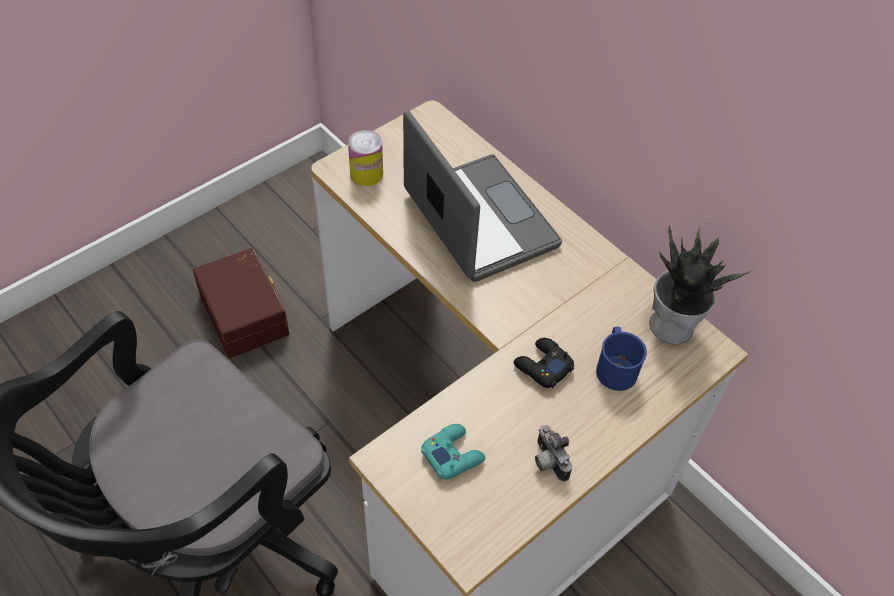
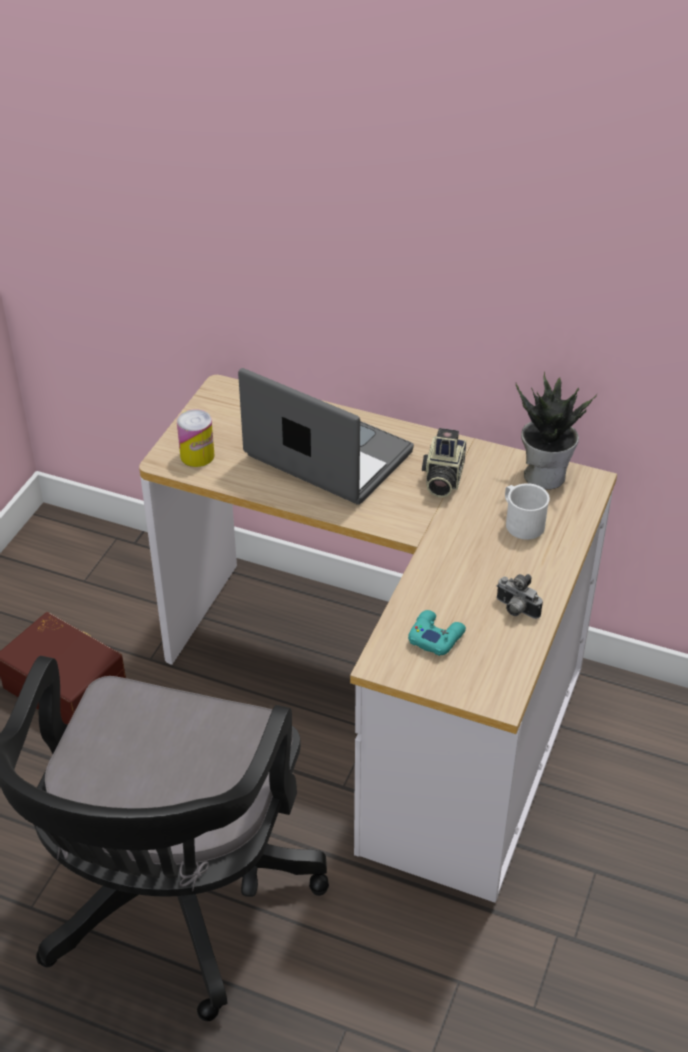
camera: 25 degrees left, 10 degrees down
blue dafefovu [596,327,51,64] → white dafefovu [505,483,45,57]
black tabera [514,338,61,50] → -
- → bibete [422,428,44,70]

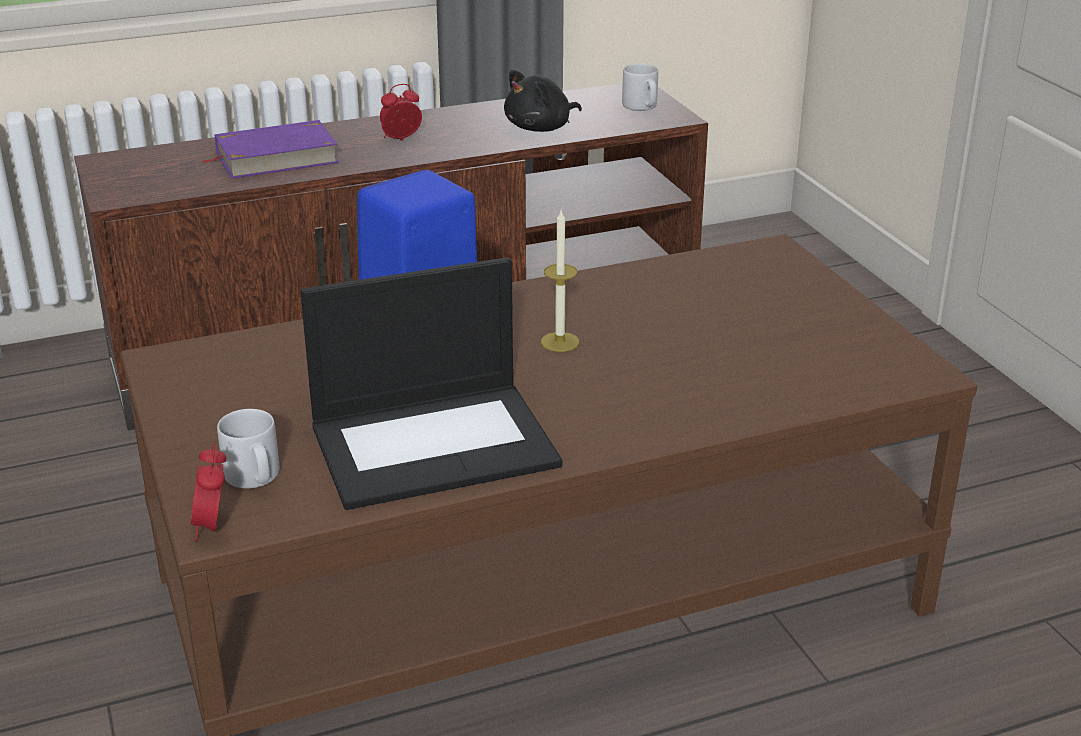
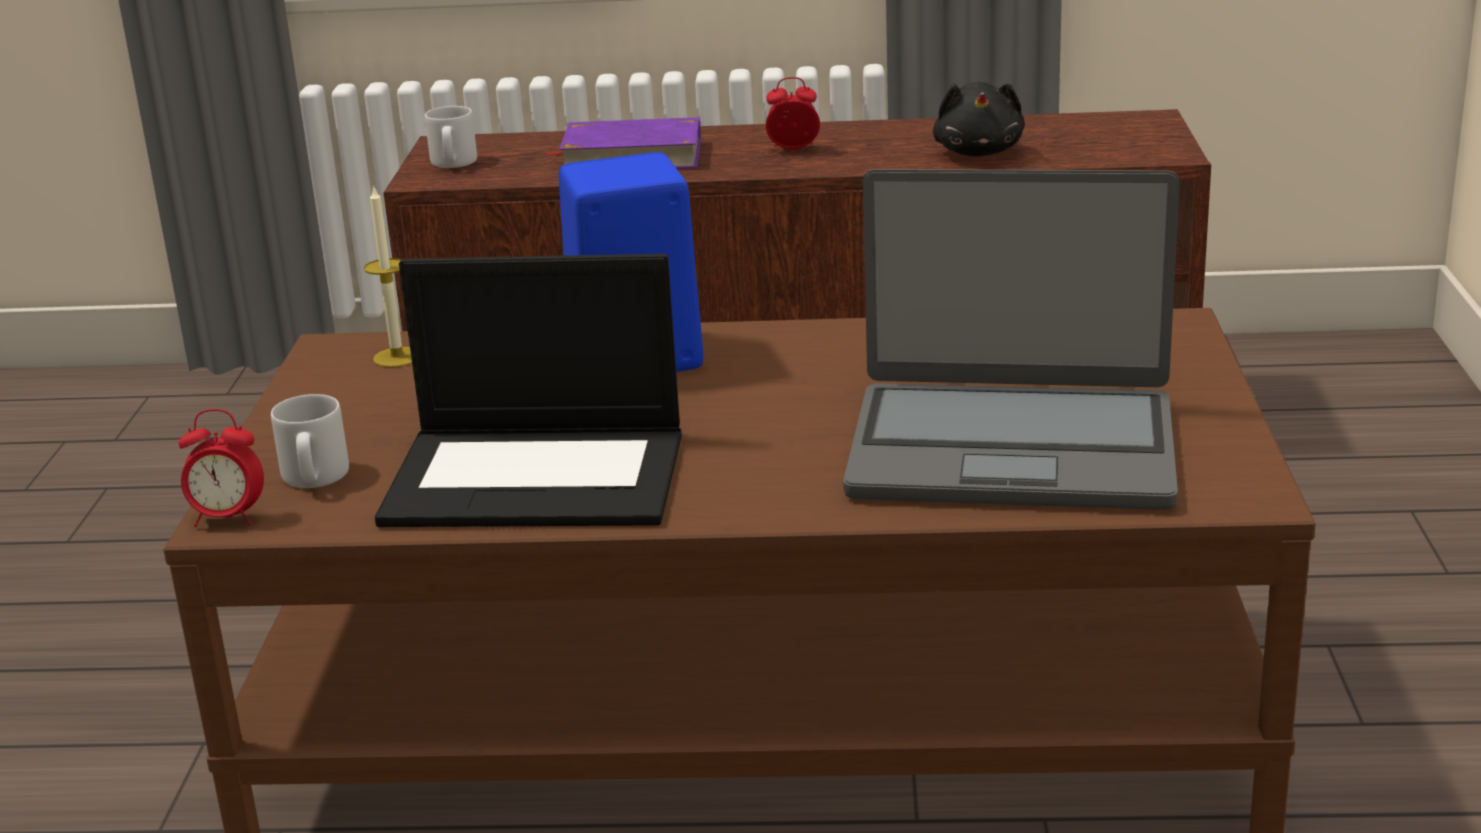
camera: 25 degrees right, 5 degrees down
grey dafefovu [622,63,36,48] → grey dafefovu [425,106,52,62], moved
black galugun [504,70,78,62] → black galugun [933,82,92,75], 75 degrees counterclockwise
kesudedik [541,210,38,142] → kesudedik [364,185,48,182], moved
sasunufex [191,442,35,99] → sasunufex [179,409,85,118], 105 degrees counterclockwise
- → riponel [843,169,337,341]

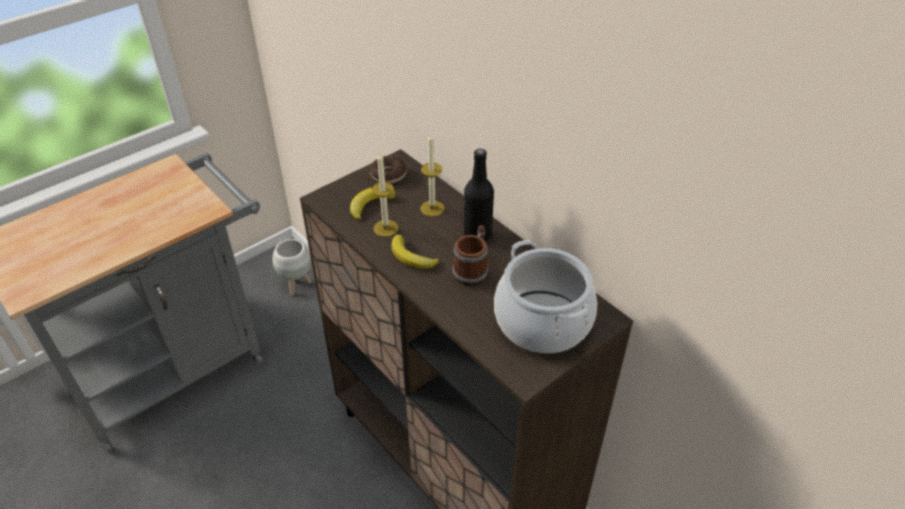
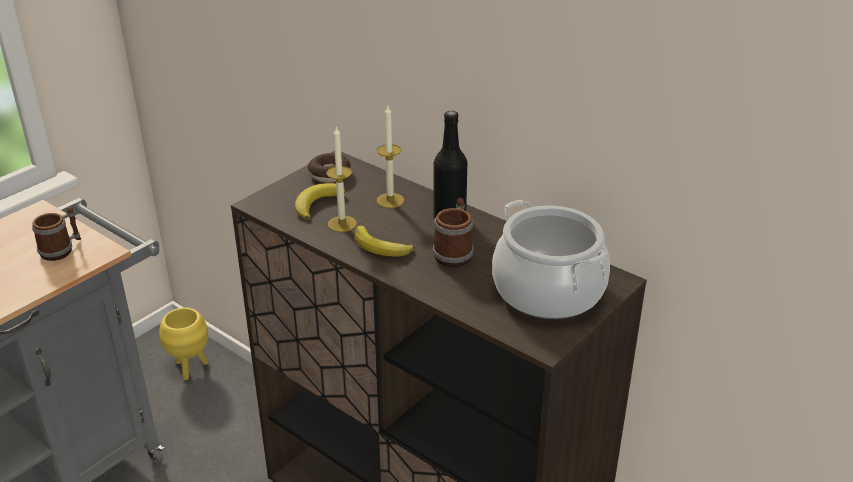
camera: 10 degrees left, 10 degrees down
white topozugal [273,239,39,56] → yellow topozugal [159,307,49,73]
- → dafefovu [32,207,49,54]

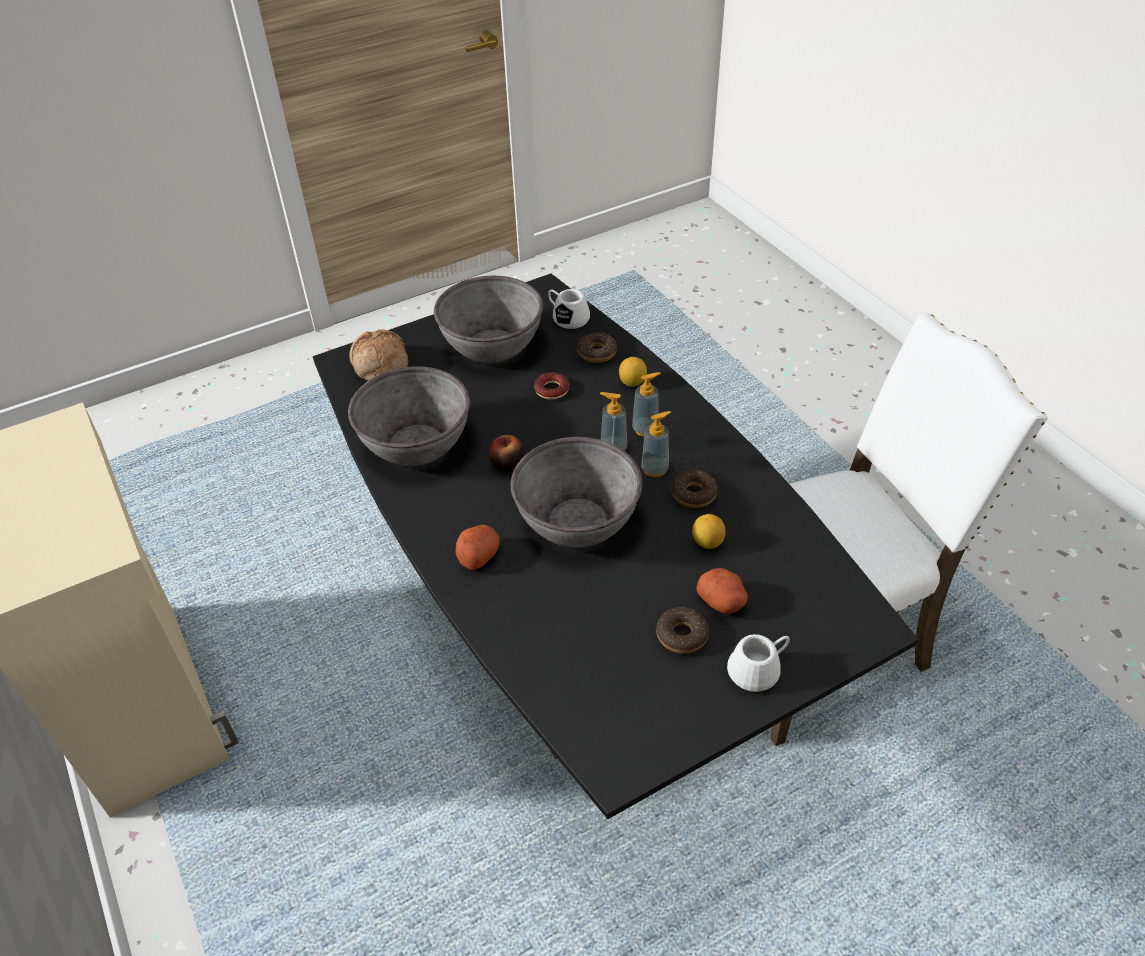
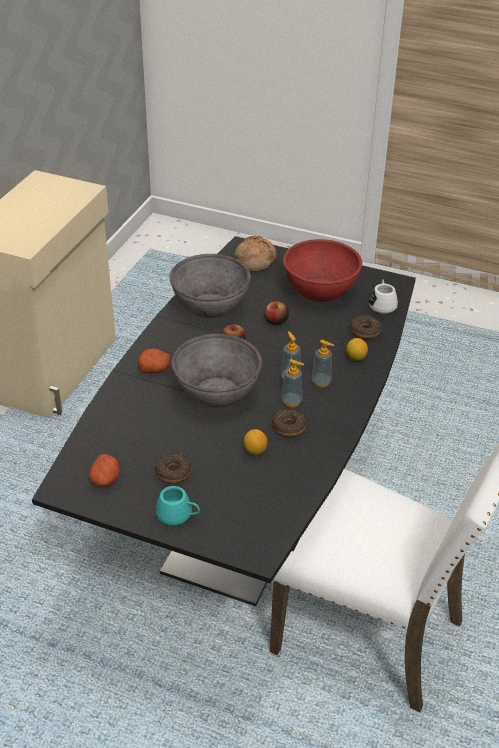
camera: 50 degrees right, 5 degrees down
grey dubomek [434,276,109,88] → red dubomek [283,239,79,63]
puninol [534,372,36,28] → -
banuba [696,568,52,46] → banuba [89,454,31,33], moved
white dafefovu [727,634,63,58] → turquoise dafefovu [155,486,45,40]
- → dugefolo [264,301,25,24]

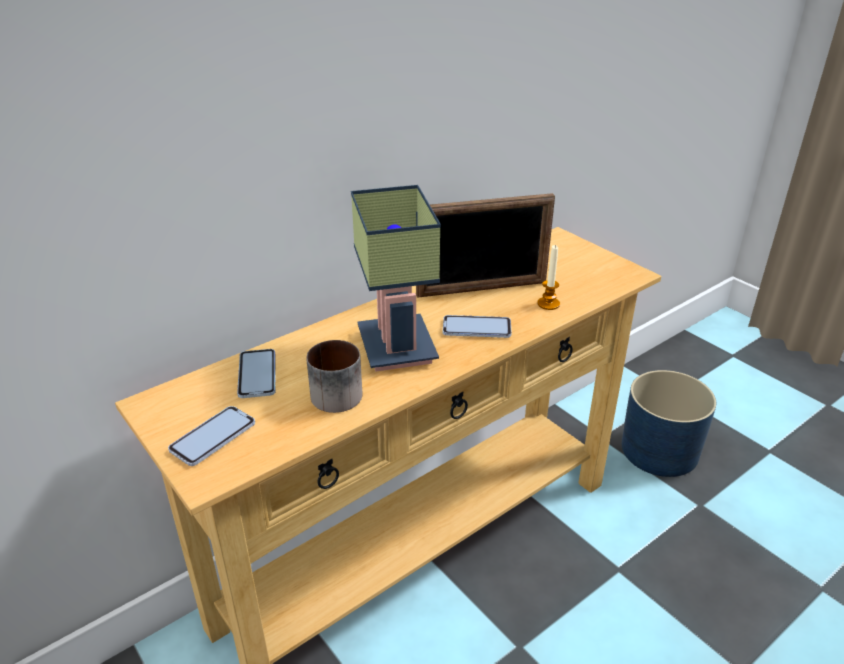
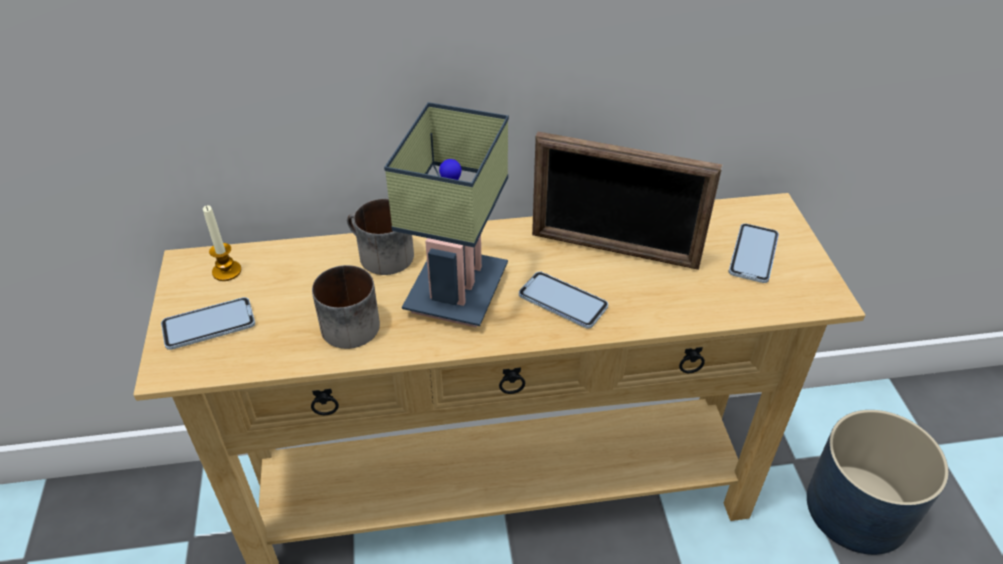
camera: 30 degrees right, 10 degrees up
kesudedik [537,245,23,65] → kesudedik [203,205,38,76], moved
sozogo [237,349,39,49] → sozogo [729,223,50,60], moved
- → dafefovu [347,199,67,76]

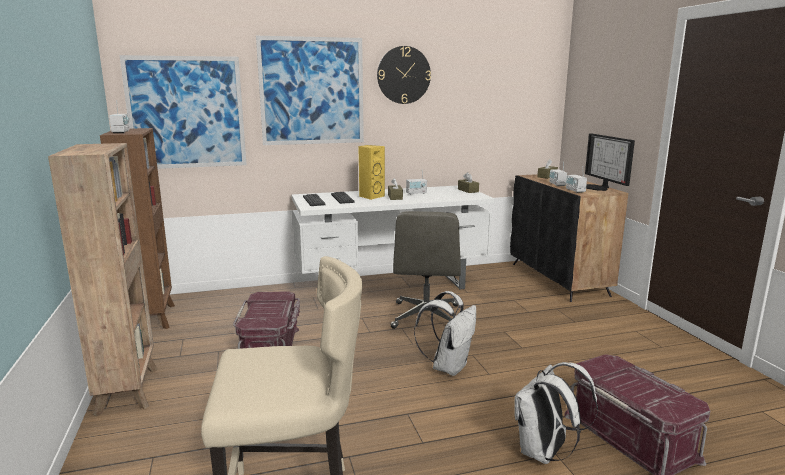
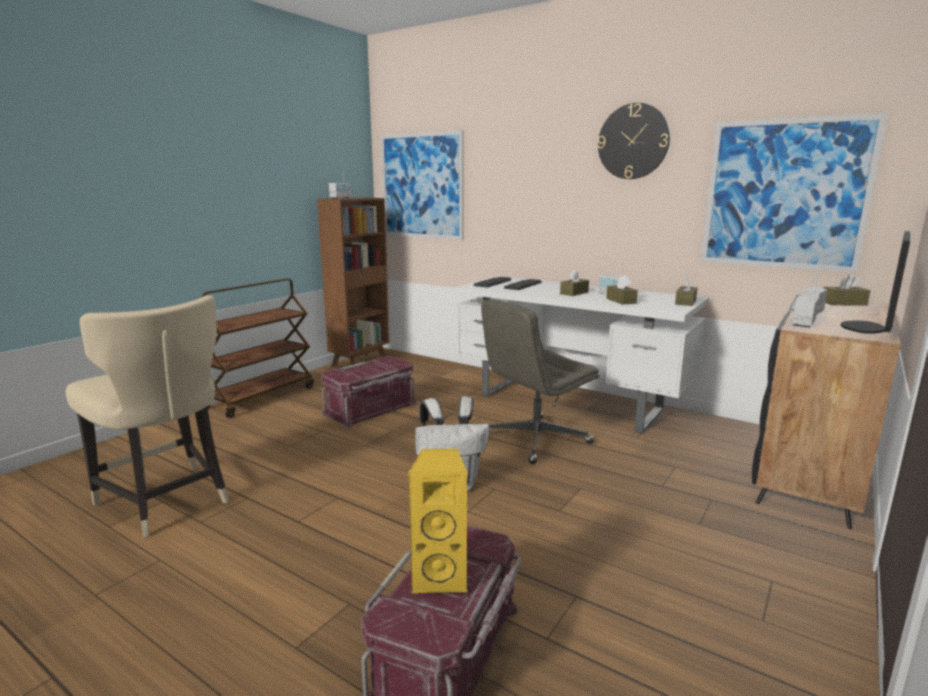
camera: 50 degrees right, 0 degrees up
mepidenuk [256,36,108,109] → mepidenuk [701,113,187,160], moved
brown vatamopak [48,143,110,273] → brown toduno [202,278,112,140]
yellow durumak [358,145,27,55] → yellow durumak [408,449,60,144], moved
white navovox [514,362,84,102] → -
- → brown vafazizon [606,275,32,30]

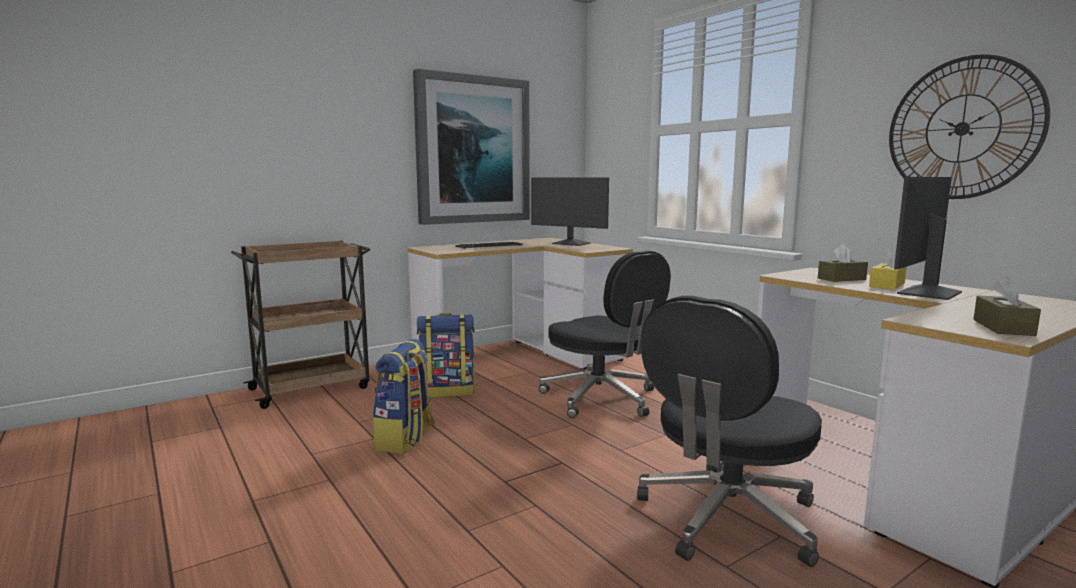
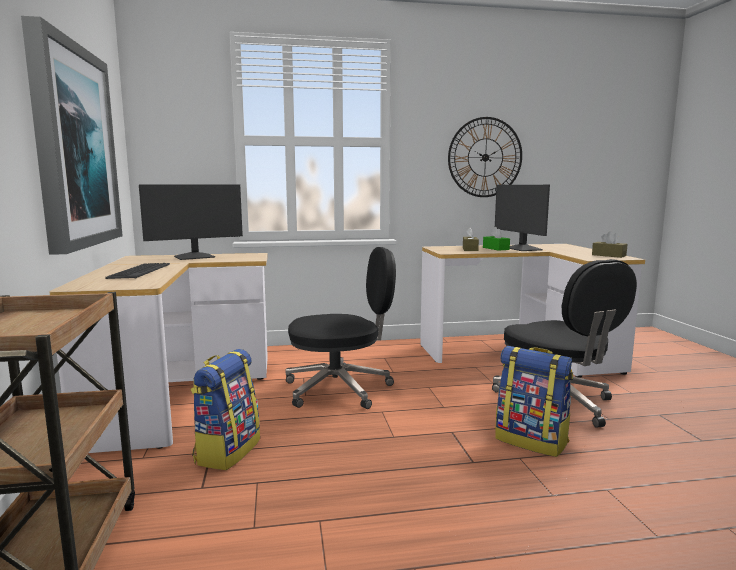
camera: 65 degrees left, 0 degrees up
yellow vafazizon [869,248,38,42] → green vafazizon [483,227,27,24]
navovox [373,339,63,114] → navovox [495,346,78,111], moved

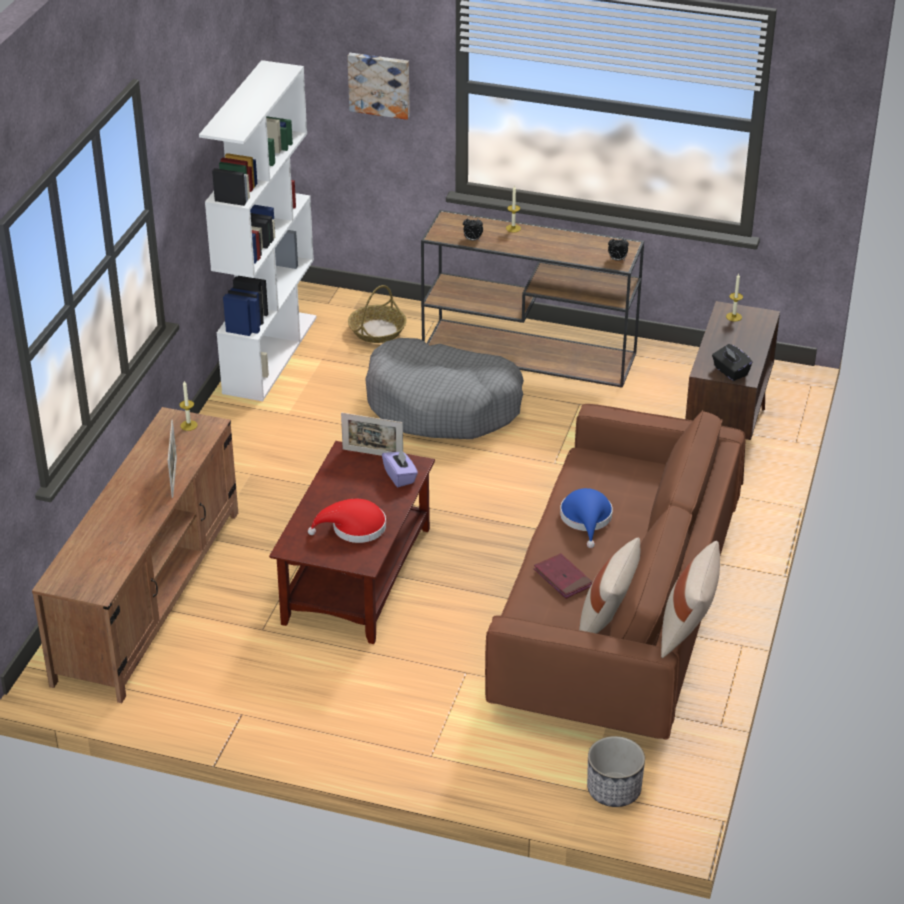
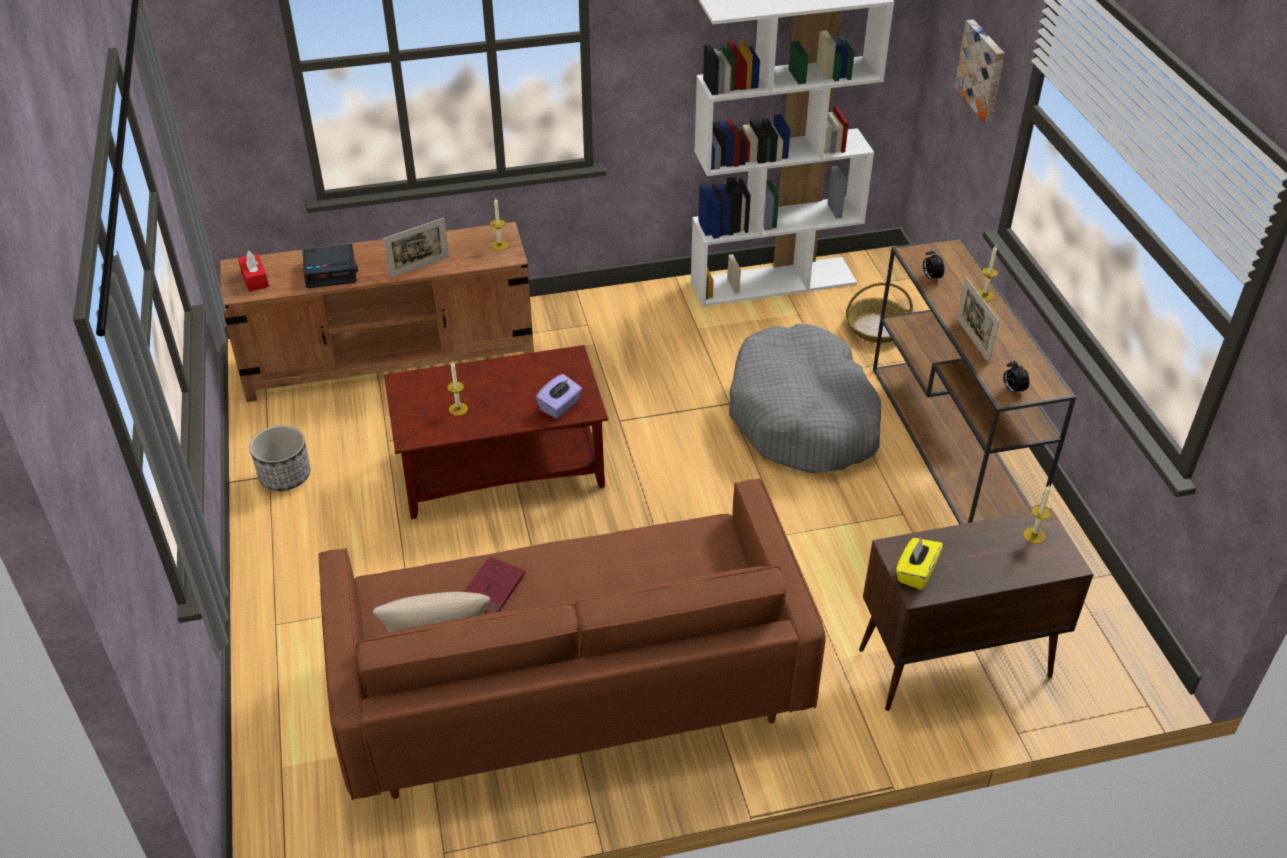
camera: 60 degrees right, 5 degrees up
black vafazizon [712,344,40,37] → yellow vafazizon [896,538,47,52]
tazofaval [341,413,62,43] → tazofaval [957,277,43,86], moved
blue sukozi [560,488,53,60] → -
red sukozi [308,499,78,44] → kesudedik [447,361,21,55]
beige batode [661,541,59,117] → -
topozugal [587,736,58,71] → topozugal [249,425,61,66], moved
- → sasunufex [303,244,55,44]
- → red vafazizon [238,251,31,41]

